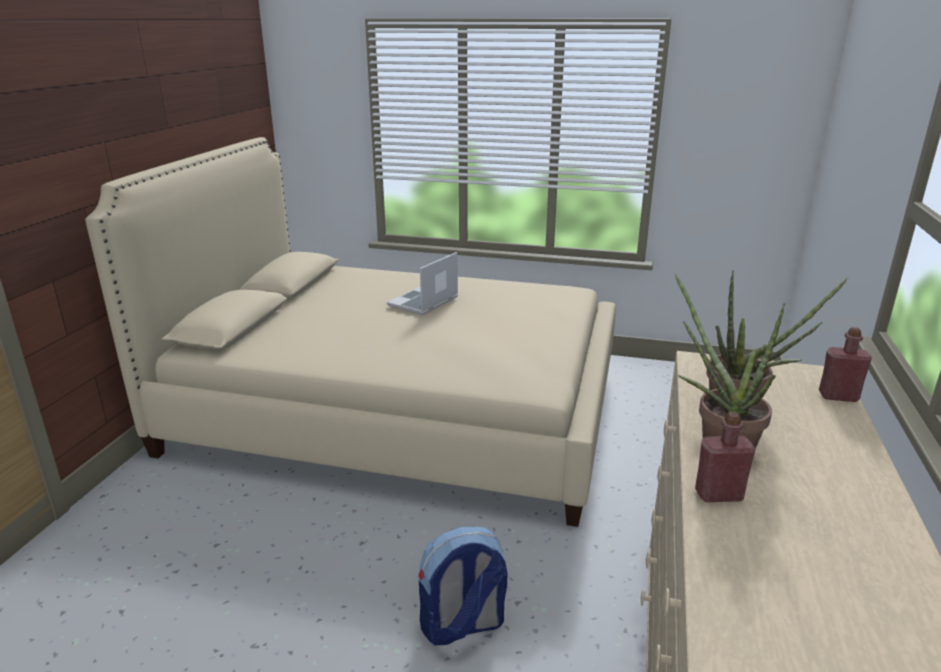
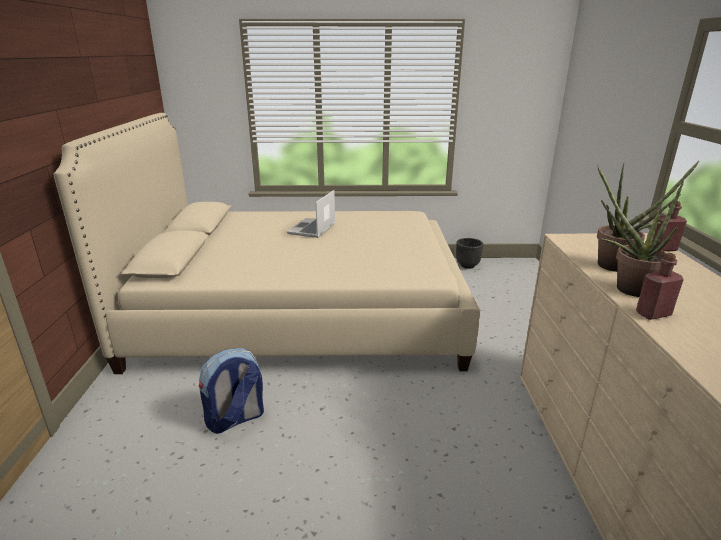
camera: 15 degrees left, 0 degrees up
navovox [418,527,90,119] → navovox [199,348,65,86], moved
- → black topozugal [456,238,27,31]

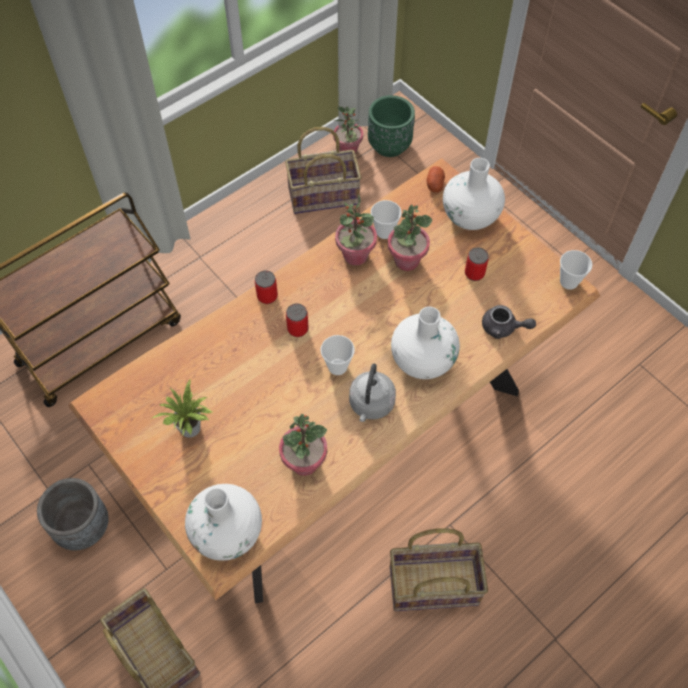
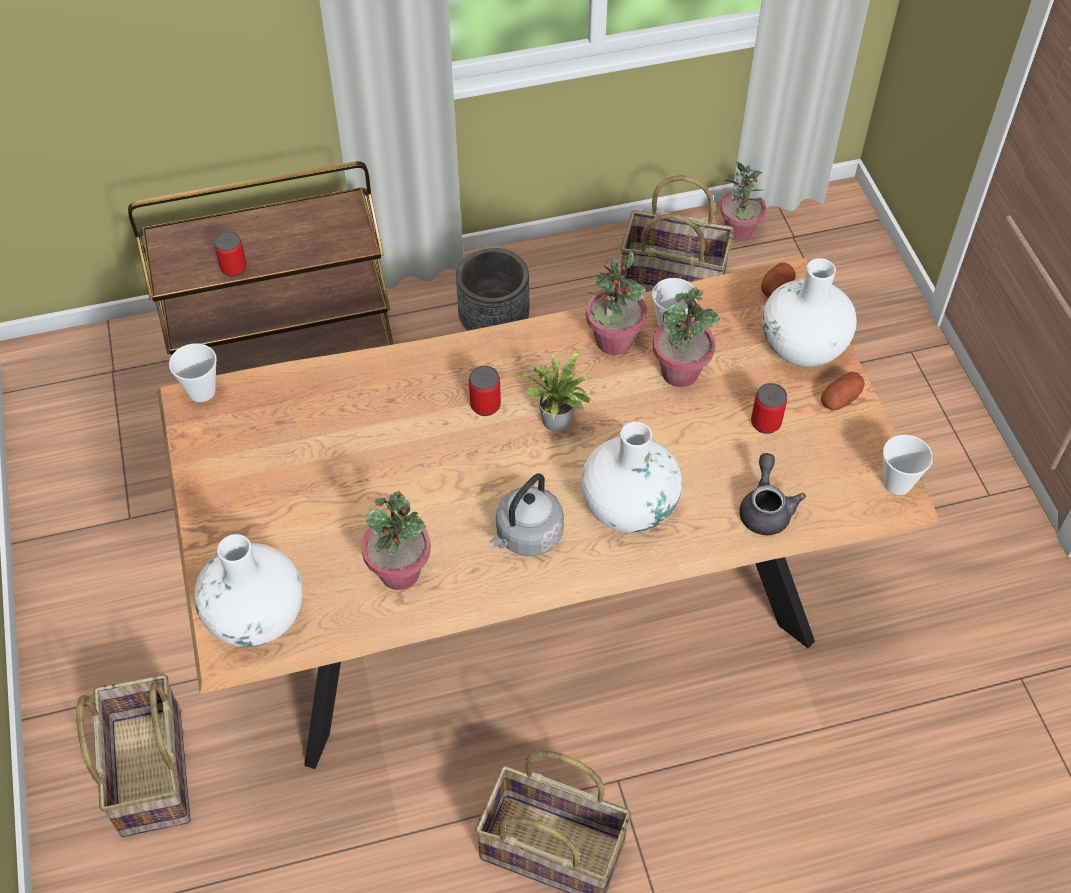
camera: 25 degrees right, 5 degrees down
green topozugal [368,95,47,62] → -
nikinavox [255,271,23,33] → nikinavox [214,231,33,46], moved
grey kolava [482,305,54,34] → grey kolava [739,453,67,82], 135 degrees counterclockwise
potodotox [321,335,34,40] → potodotox [169,343,48,59], moved
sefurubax [151,380,63,58] → sefurubax [513,350,80,82], moved
grey topozugal [37,478,72,73] → grey topozugal [456,248,74,83], moved
- → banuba [821,372,44,38]

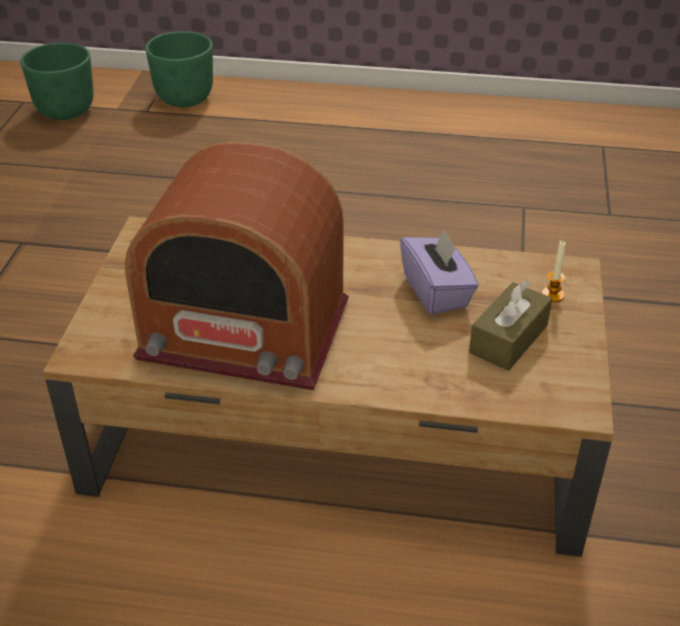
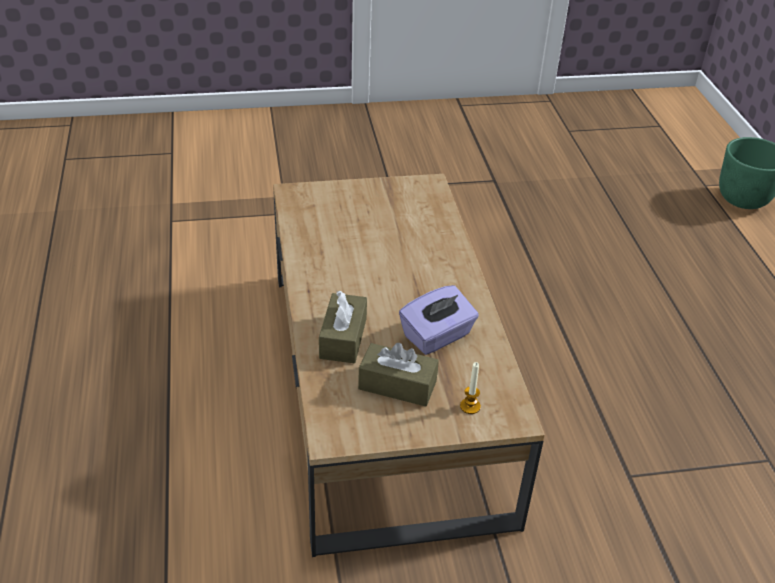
camera: 70 degrees right, 0 degrees up
green topozugal [20,42,74,78] → -
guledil [125,141,224,249] → -
- → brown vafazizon [319,291,48,72]

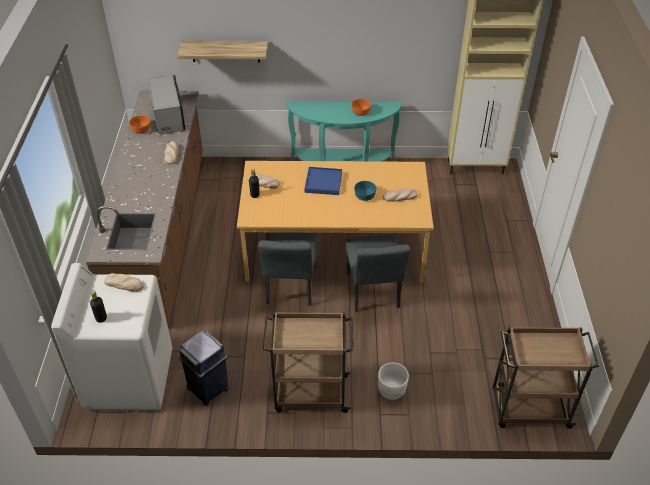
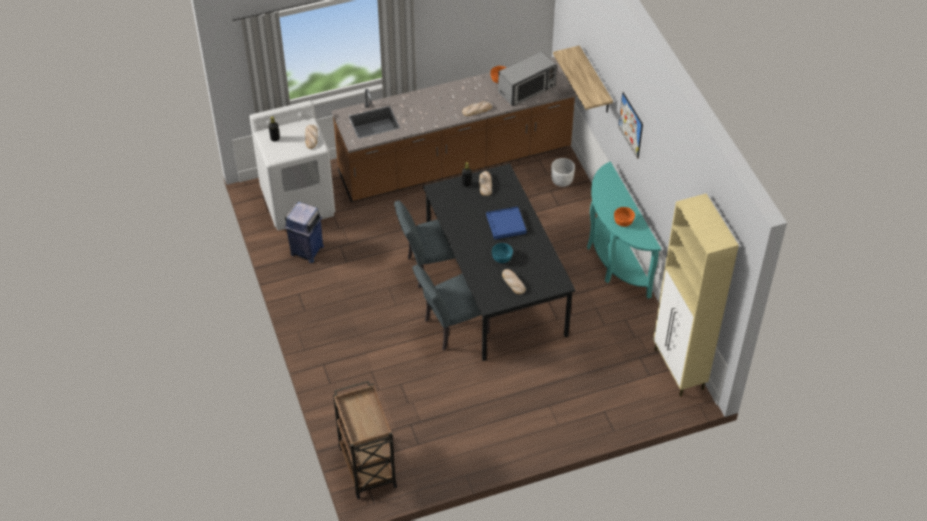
camera: 70 degrees right, 5 degrees up
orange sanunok [237,161,197,122] → black sanunok [423,164,153,197]
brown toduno [263,312,90,101] → -
white topozugal [378,362,31,38] → white topozugal [551,158,24,29], moved
- → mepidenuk [618,92,25,67]

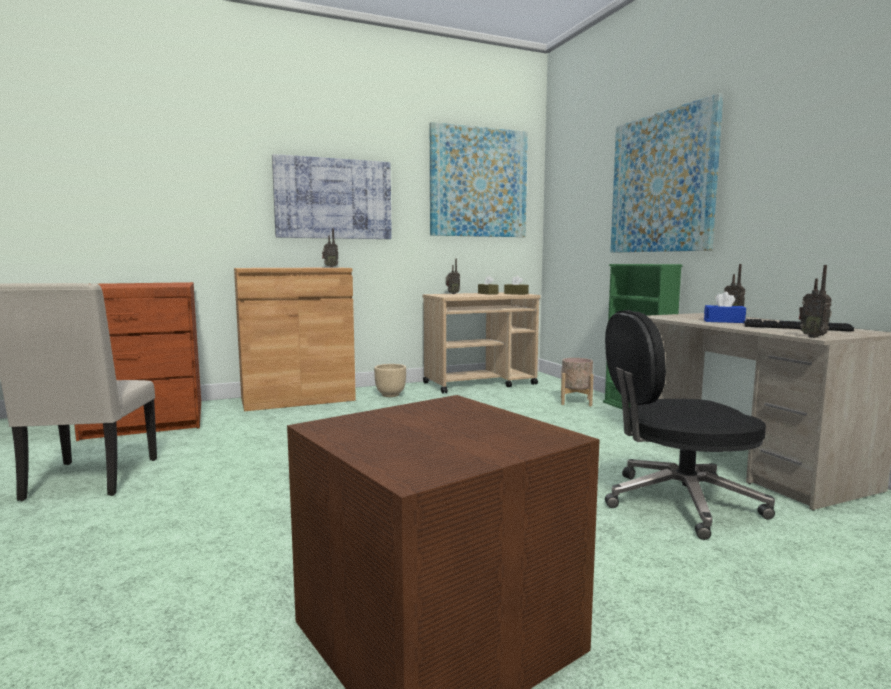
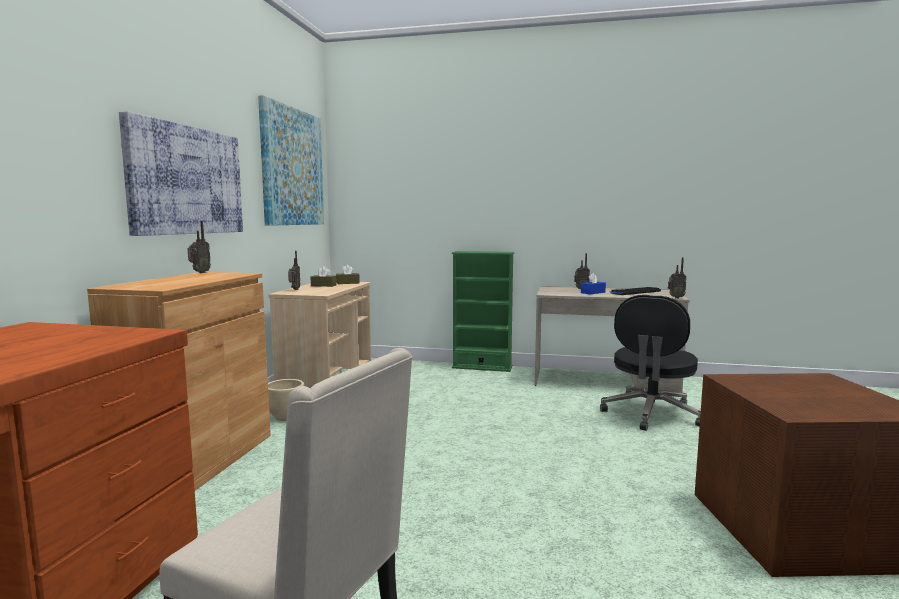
camera: 55 degrees left, 0 degrees up
mepidenuk [611,93,112,160] → -
beige topozugal [561,358,33,48] → -

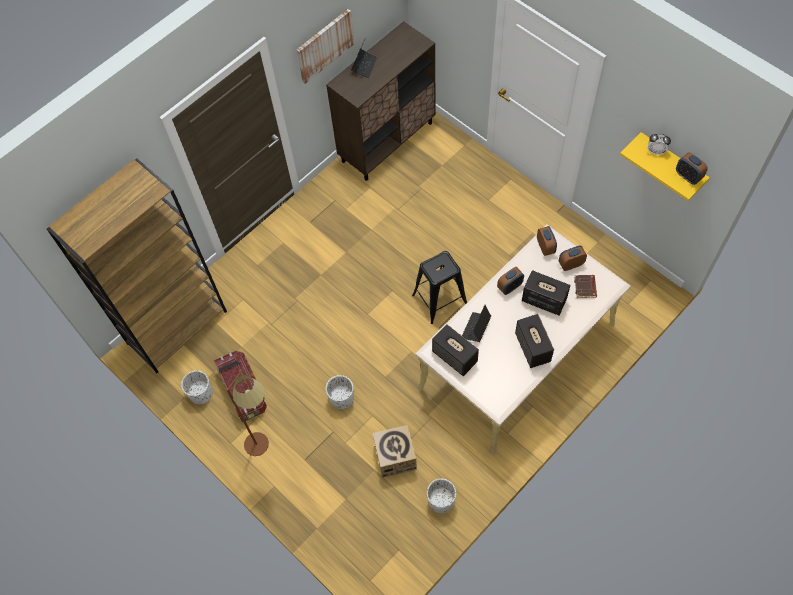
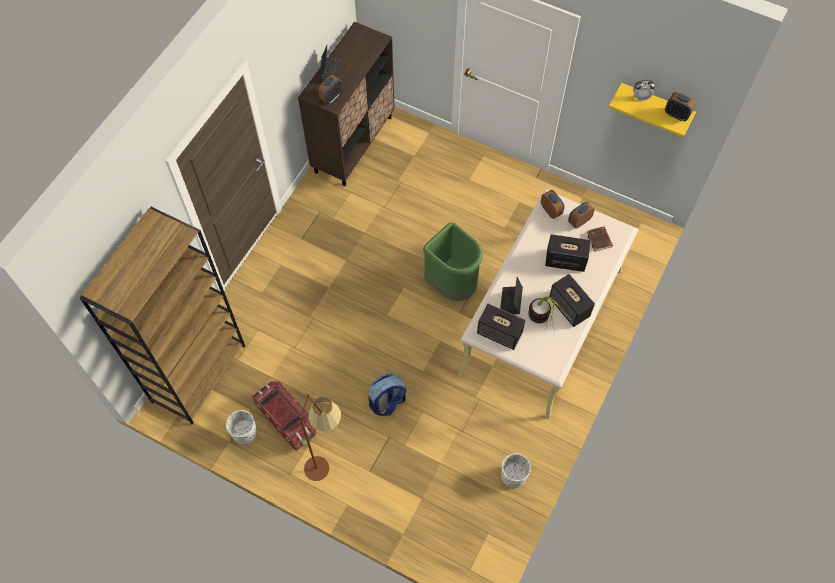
camera: 20 degrees left, 0 degrees up
mepidenuk [296,9,58,75] → -
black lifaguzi [412,251,55,73] → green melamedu [423,222,60,79]
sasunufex [497,267,27,28] → sasunufex [318,75,24,29], moved
white topozugal [326,375,28,34] → navovox [368,373,38,43]
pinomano [373,425,44,53] → -
- → sefurubax [529,297,43,35]

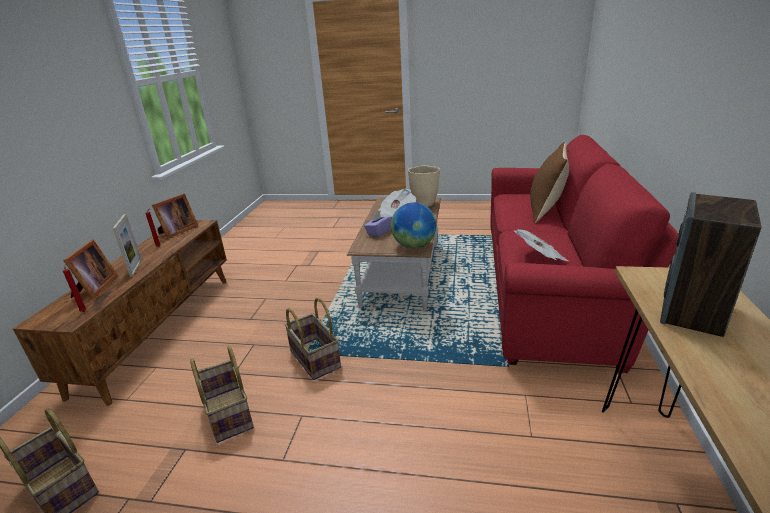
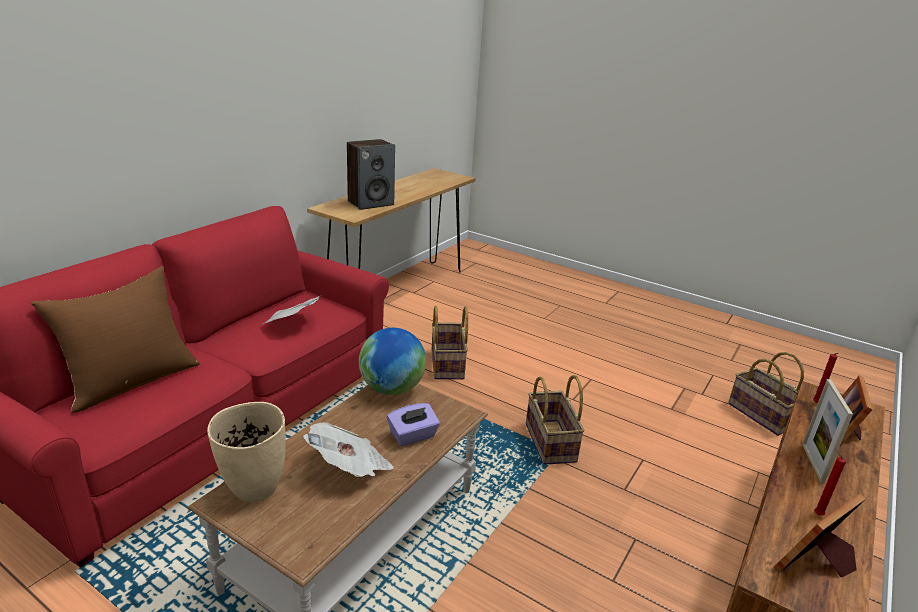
camera: 160 degrees left, 0 degrees up
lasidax [190,346,64,97] → lasidax [432,306,36,73], moved

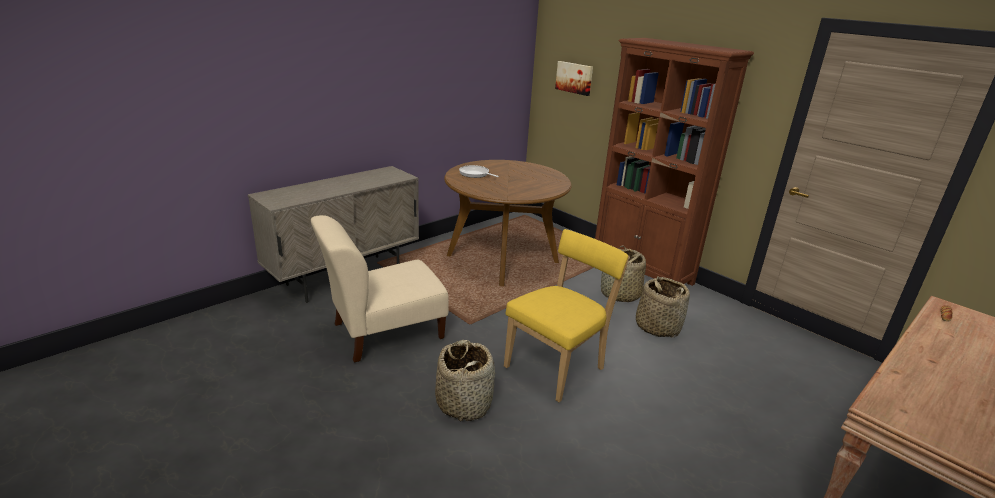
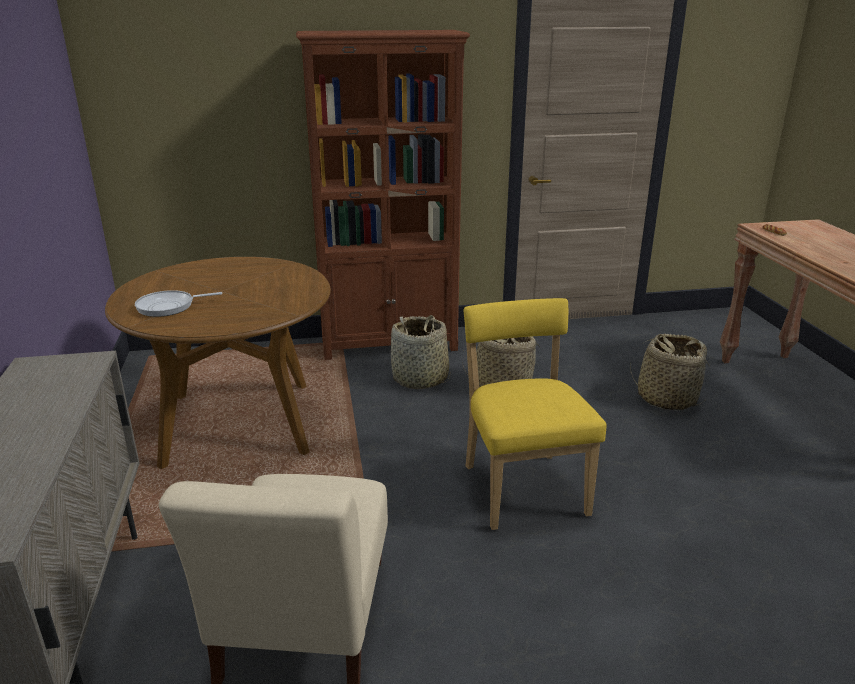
camera: 55 degrees left, 0 degrees up
mepidenuk [555,61,38,35] → -
lasidax [435,340,60,82] → lasidax [630,334,80,77], moved

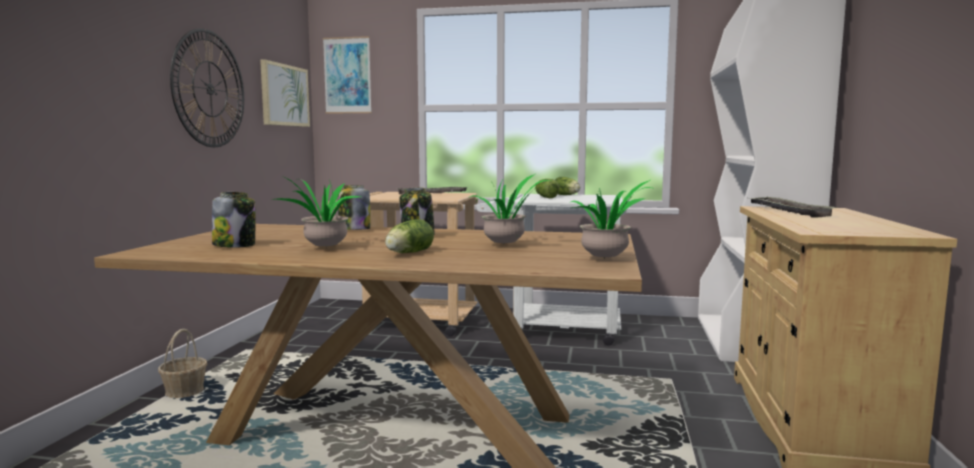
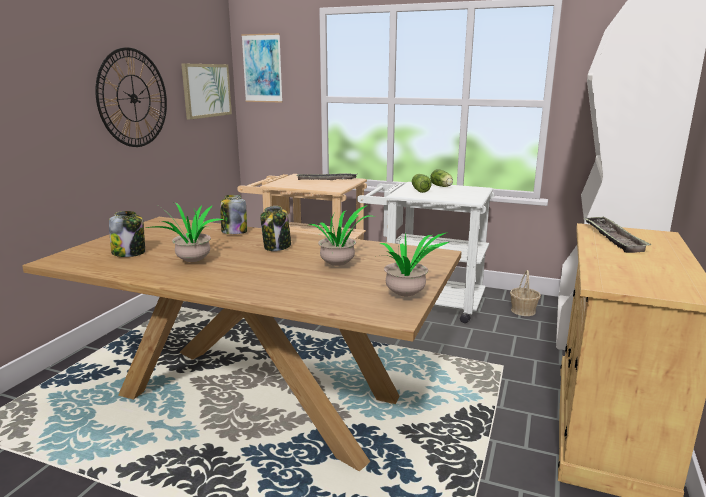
camera: 10 degrees right, 10 degrees up
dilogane [385,219,49,34] → -
lasidax [158,329,49,69] → lasidax [510,270,31,46], moved

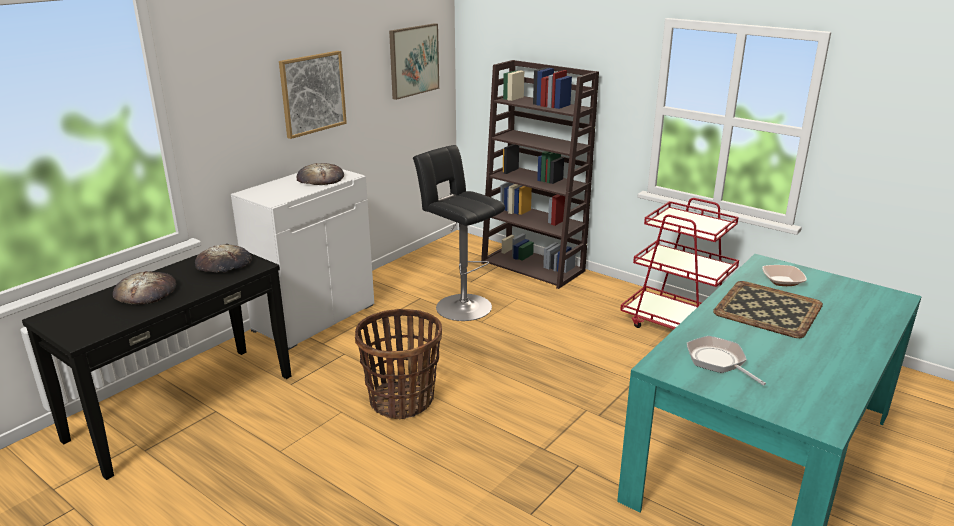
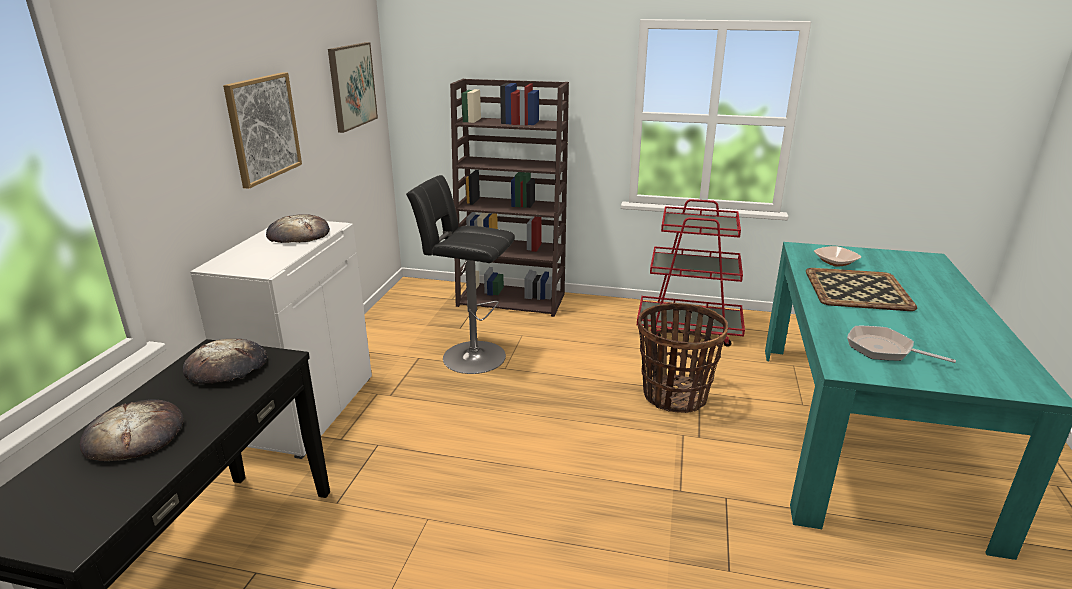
camera: 25 degrees left, 0 degrees up
lasidax [355,309,87,110] → lasidax [638,303,90,110], moved

